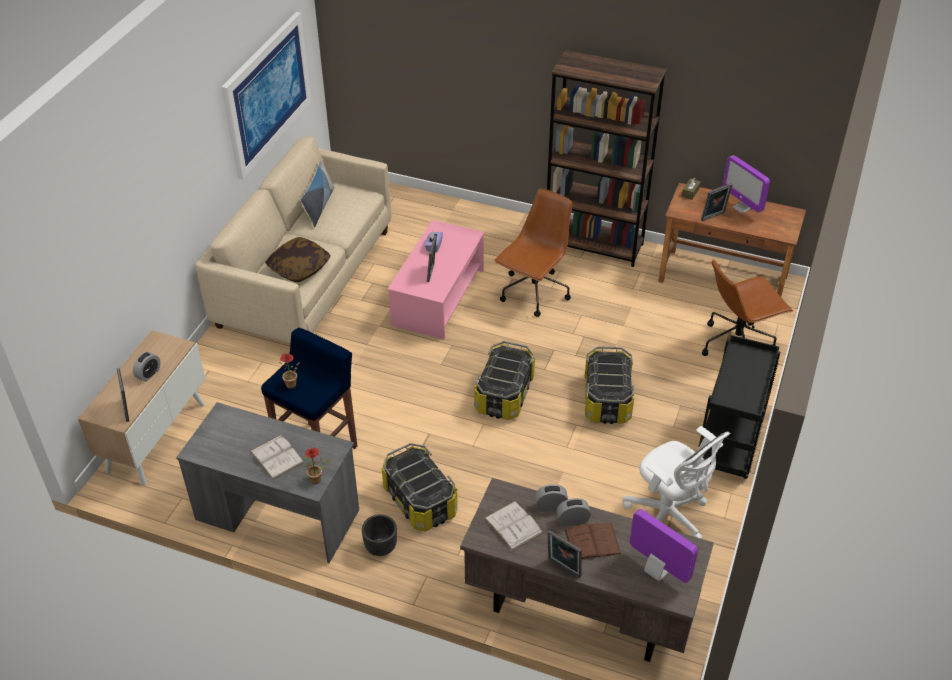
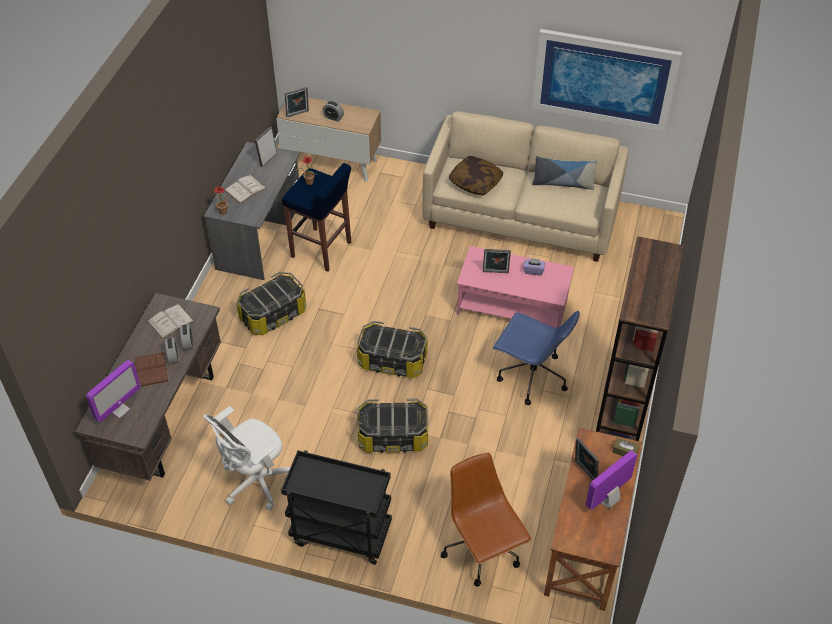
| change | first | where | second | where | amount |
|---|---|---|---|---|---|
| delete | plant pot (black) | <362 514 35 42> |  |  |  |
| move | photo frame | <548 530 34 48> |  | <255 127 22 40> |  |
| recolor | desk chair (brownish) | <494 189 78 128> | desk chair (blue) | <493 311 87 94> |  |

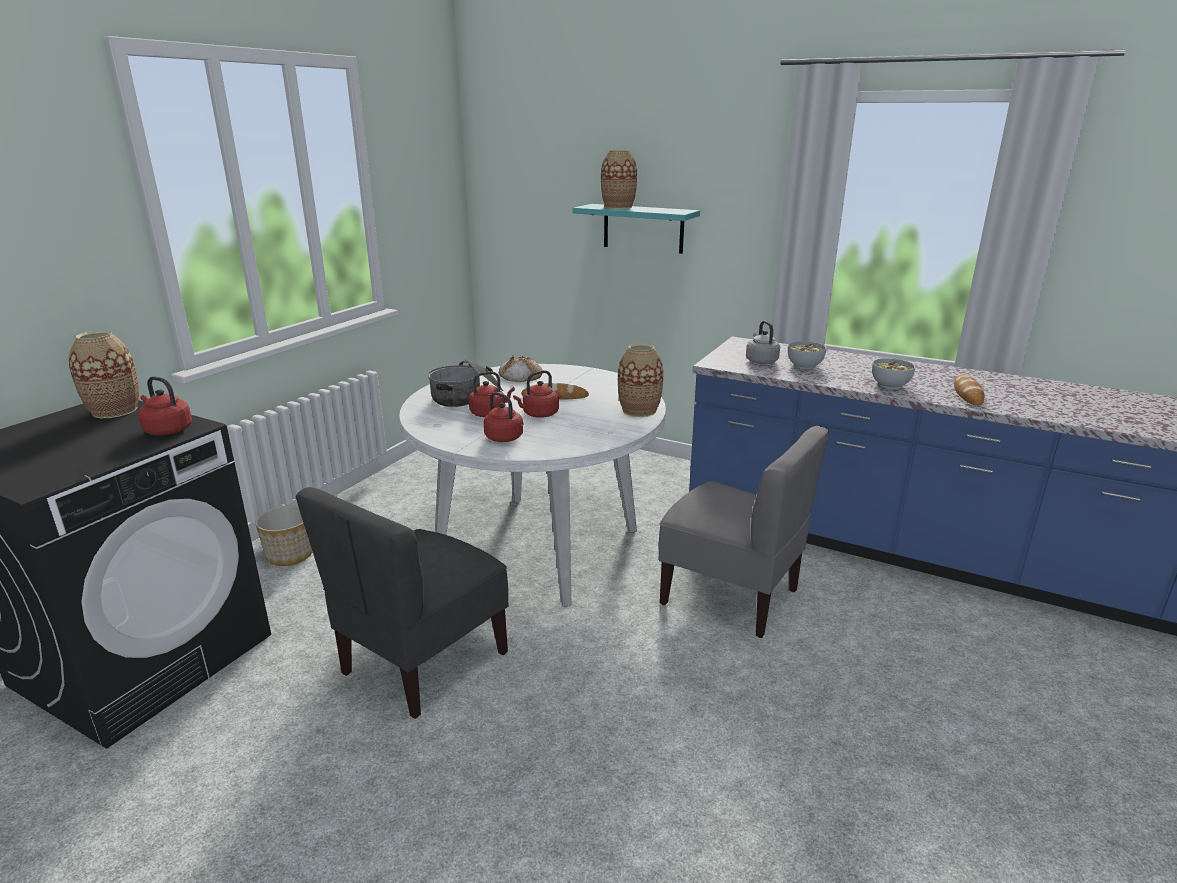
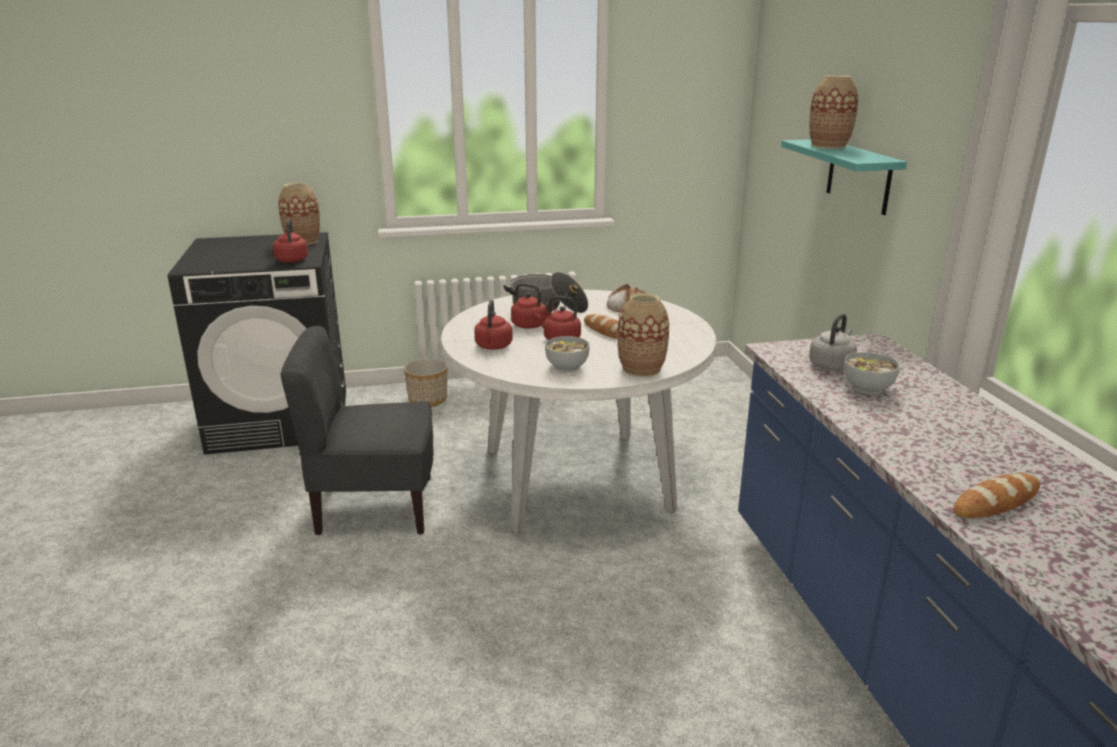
| change | first | where | second | where | amount |
|---|---|---|---|---|---|
| delete | plain chair (gray) | <659 426 170 212> |  |  |  |
| move | serving bowl | <872 358 43 31> |  | <545 336 45 36> |  |

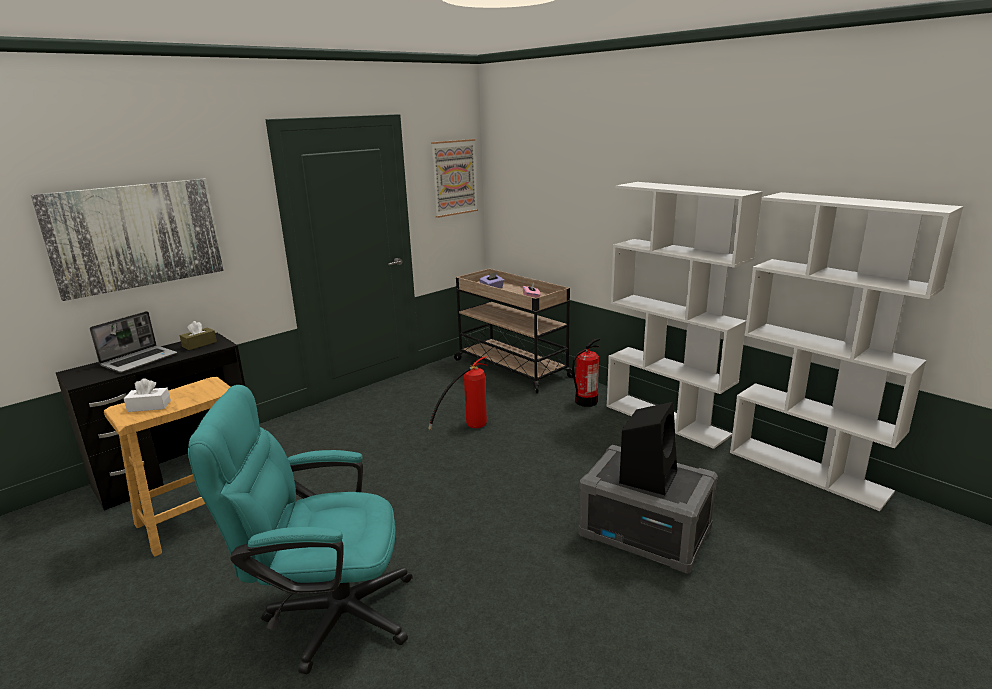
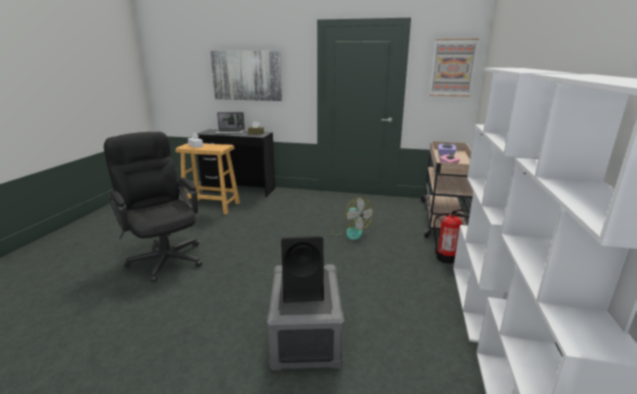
| change | first | where | second | where | amount |
|---|---|---|---|---|---|
| replace | fire extinguisher | <428 356 59 74> | electric fan | <332 197 41 43> |  |
| recolor | desk chair (blue-green) | <188 385 225 290> | desk chair (black) | <104 132 98 150> |  |

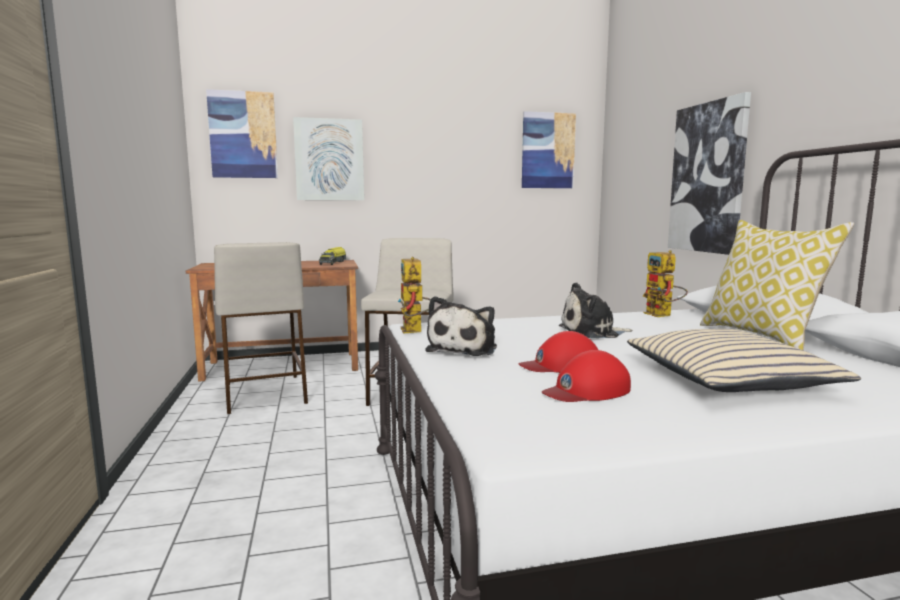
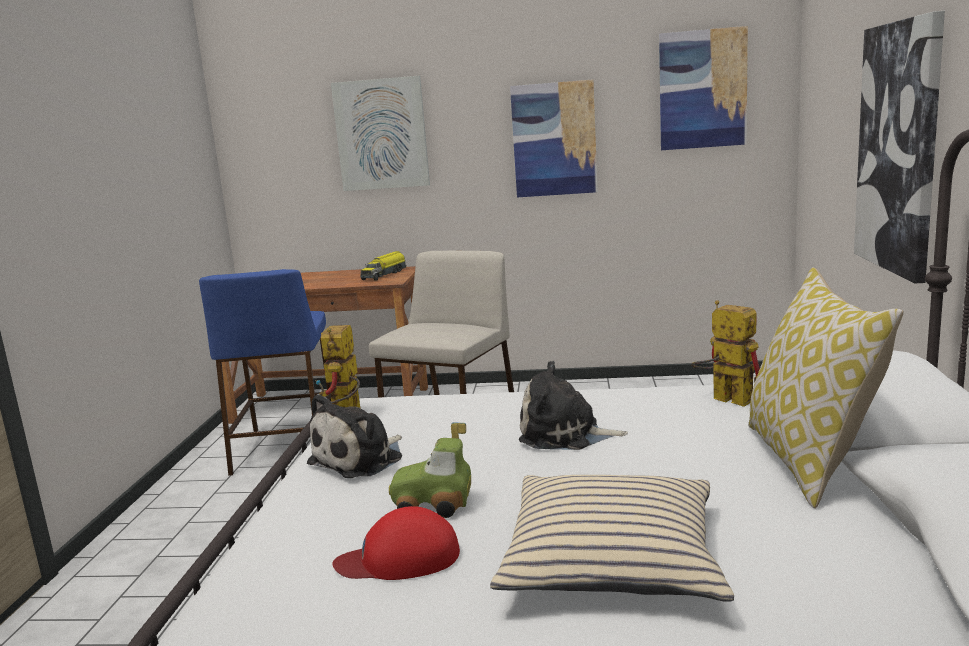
| change | first | where | second | where | amount |
|---|---|---|---|---|---|
| move | wall picture | <206 89 72 89> |  | <510 79 88 118> |  |
| replace | baseball cap (reddish) | <519 331 79 42> | miniature car | <389 422 82 96> |  |
| recolor | stool seat (beige-coloured) | <214 242 94 172> | stool seat (blue) | <199 269 132 207> |  |
| rotate | model robot | <643 250 45 67> |  | <691 300 69 107> | 135 degrees clockwise |

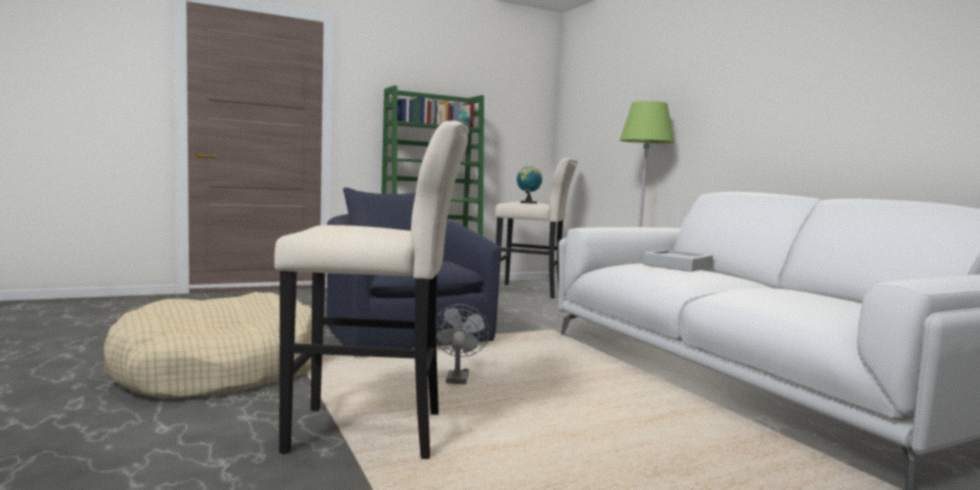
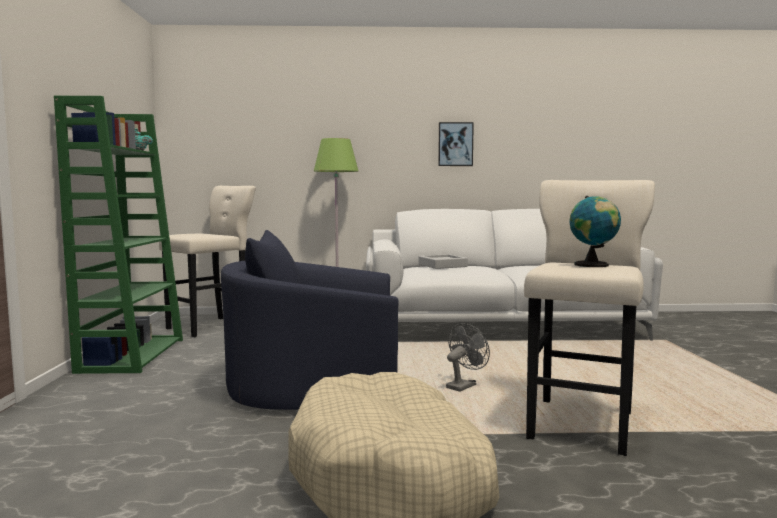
| change | first | where | second | where | amount |
|---|---|---|---|---|---|
| insert |  |  | wall picture | <438 122 36 44> |  |
| move | world globe | <517 166 25 38> |  | <569 196 52 71> |  |
| rotate | electric fan (gray) | <436 304 54 80> |  | <446 323 44 69> | 105 degrees clockwise |

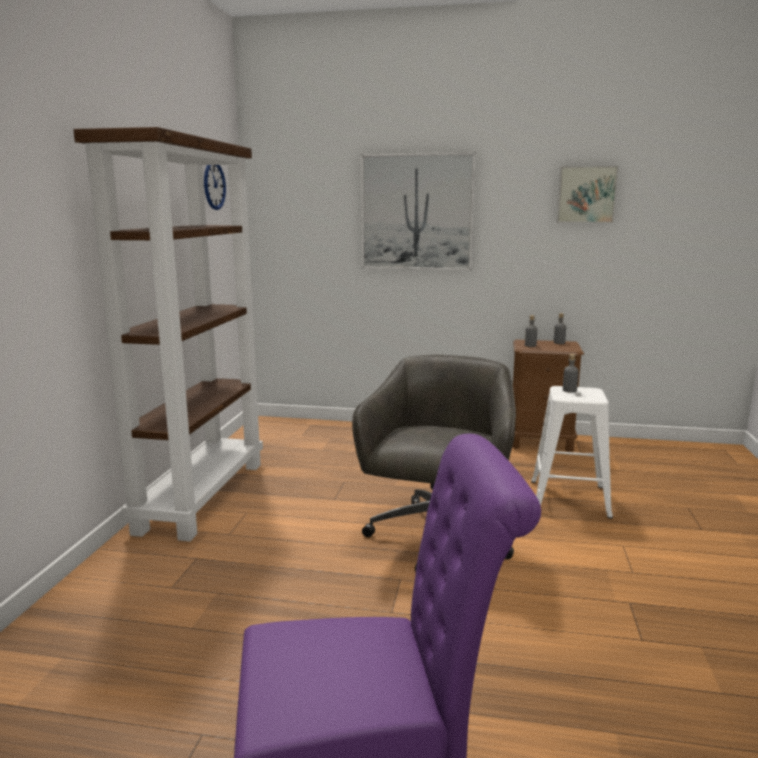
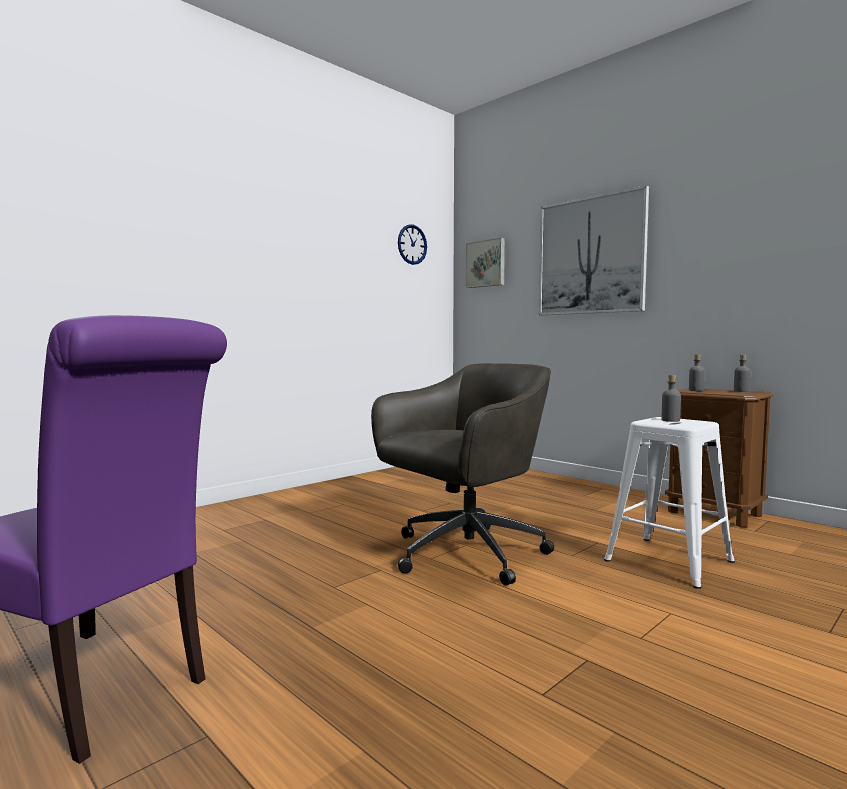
| change | first | where | second | where | amount |
|---|---|---|---|---|---|
| delete | bookshelf (brownish) | <74 127 189 415> |  |  |  |
| move | wall picture | <556 166 63 57> |  | <466 238 39 50> |  |

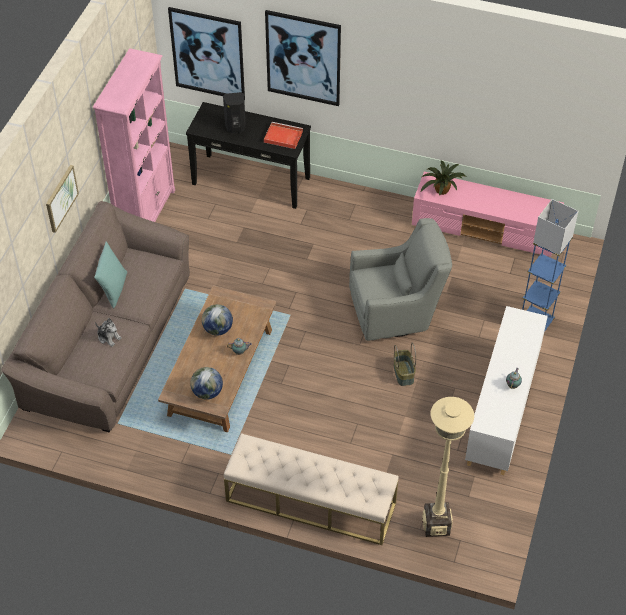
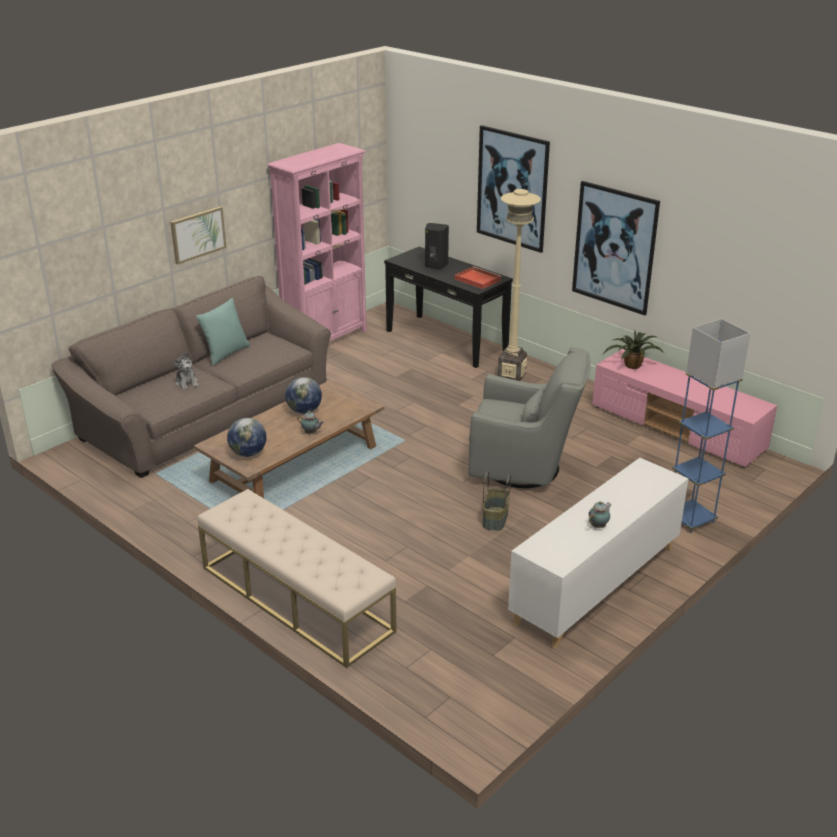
| change | first | where | second | where | amount |
|---|---|---|---|---|---|
| move | wall picture | <168 7 77 93> |  | <572 181 88 134> |  |
| move | standard lamp (beige-coloured) | <422 397 52 140> |  | <498 189 43 192> |  |

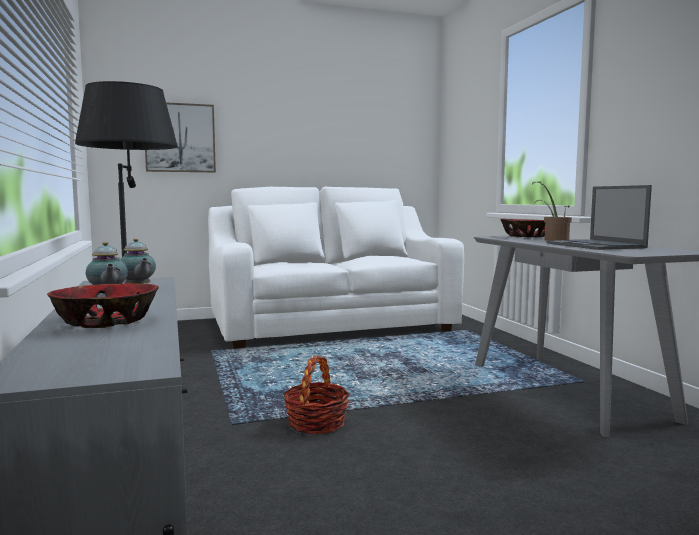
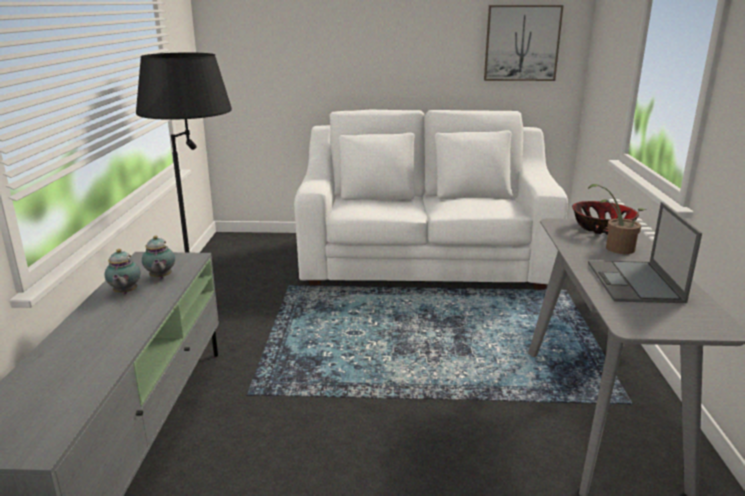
| change | first | where | second | where | amount |
|---|---|---|---|---|---|
| delete | serving bowl | <47 283 112 45> |  |  |  |
| delete | basket | <283 355 67 79> |  |  |  |
| move | wall picture | <145 102 71 70> |  | <484 5 79 76> |  |

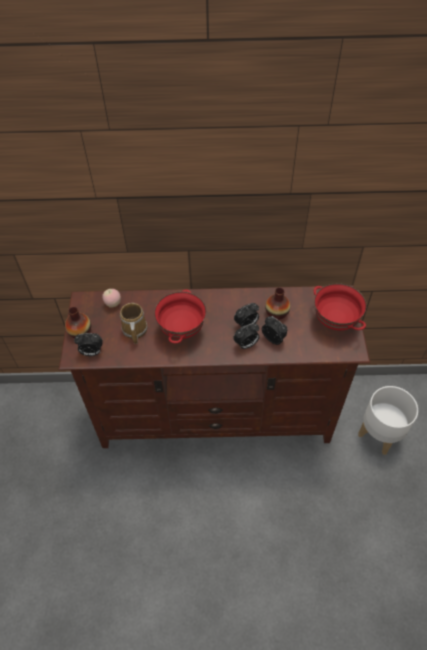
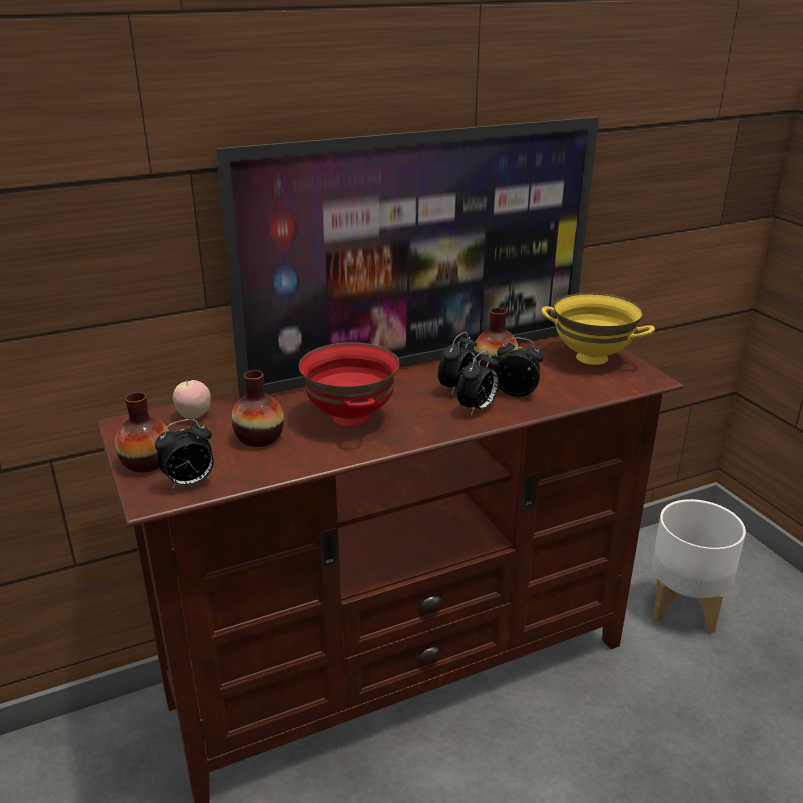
| change | first | where | second | where | amount |
|---|---|---|---|---|---|
| insert |  |  | TV set | <216 117 383 282> |  |
| replace | mug | <120 303 27 41> | flower vase | <231 370 53 77> |  |
| recolor | serving bowl (reddish) | <314 283 53 47> | serving bowl (yellowish) | <541 293 114 72> |  |

